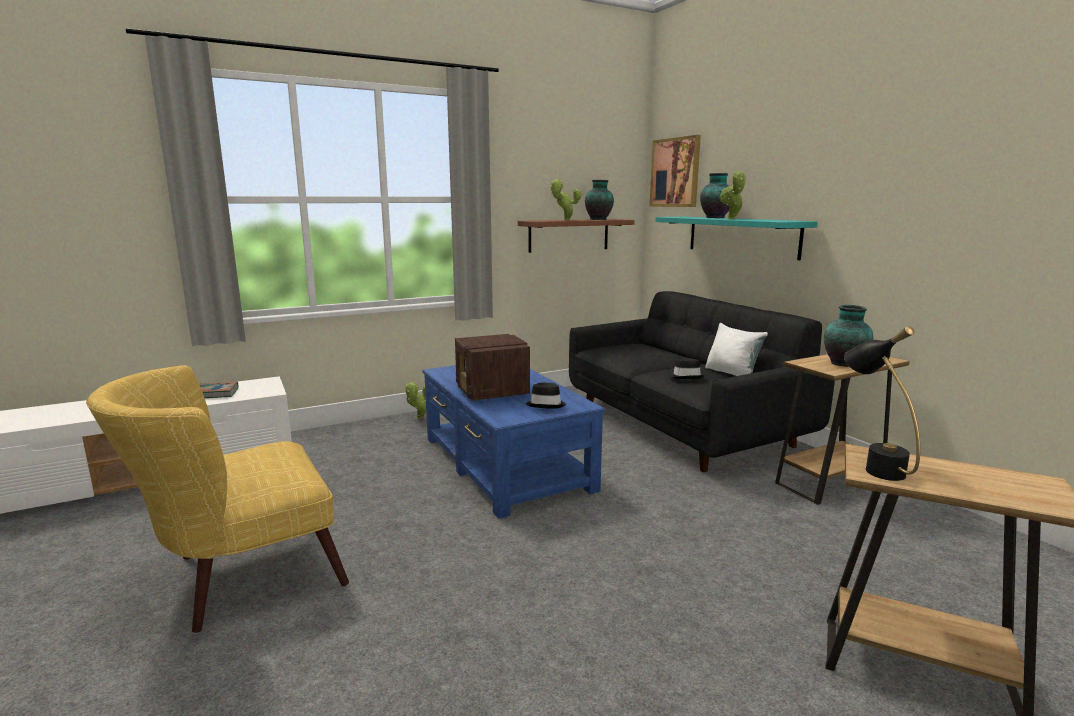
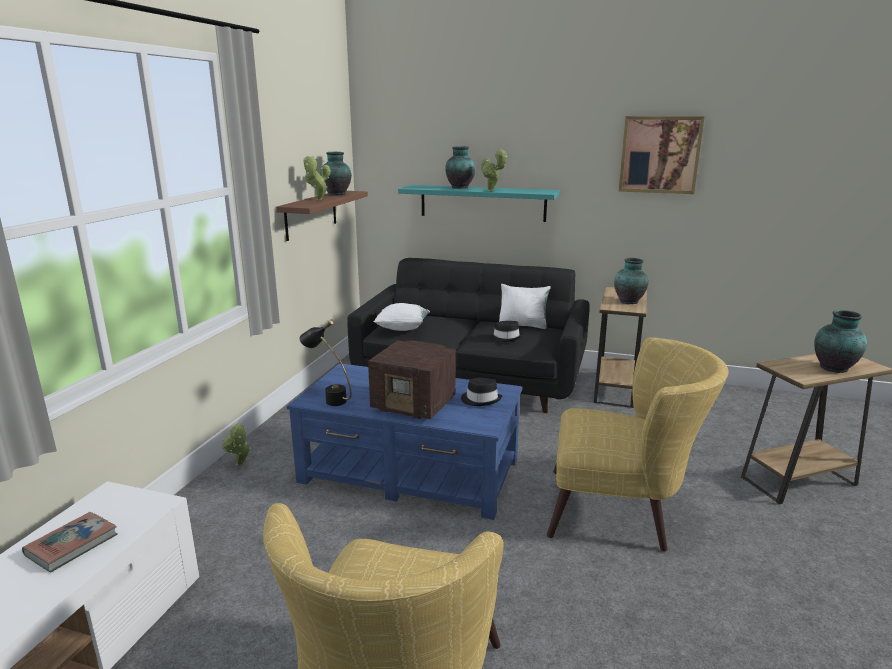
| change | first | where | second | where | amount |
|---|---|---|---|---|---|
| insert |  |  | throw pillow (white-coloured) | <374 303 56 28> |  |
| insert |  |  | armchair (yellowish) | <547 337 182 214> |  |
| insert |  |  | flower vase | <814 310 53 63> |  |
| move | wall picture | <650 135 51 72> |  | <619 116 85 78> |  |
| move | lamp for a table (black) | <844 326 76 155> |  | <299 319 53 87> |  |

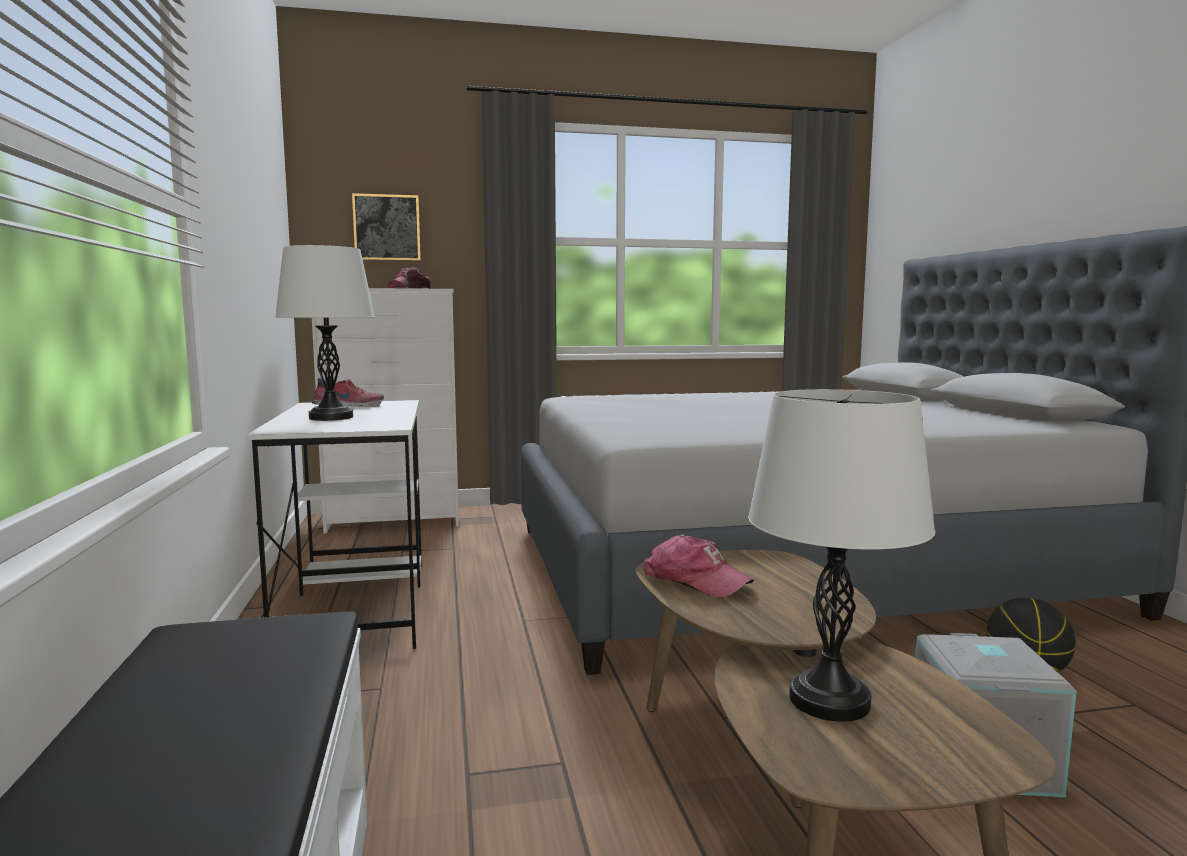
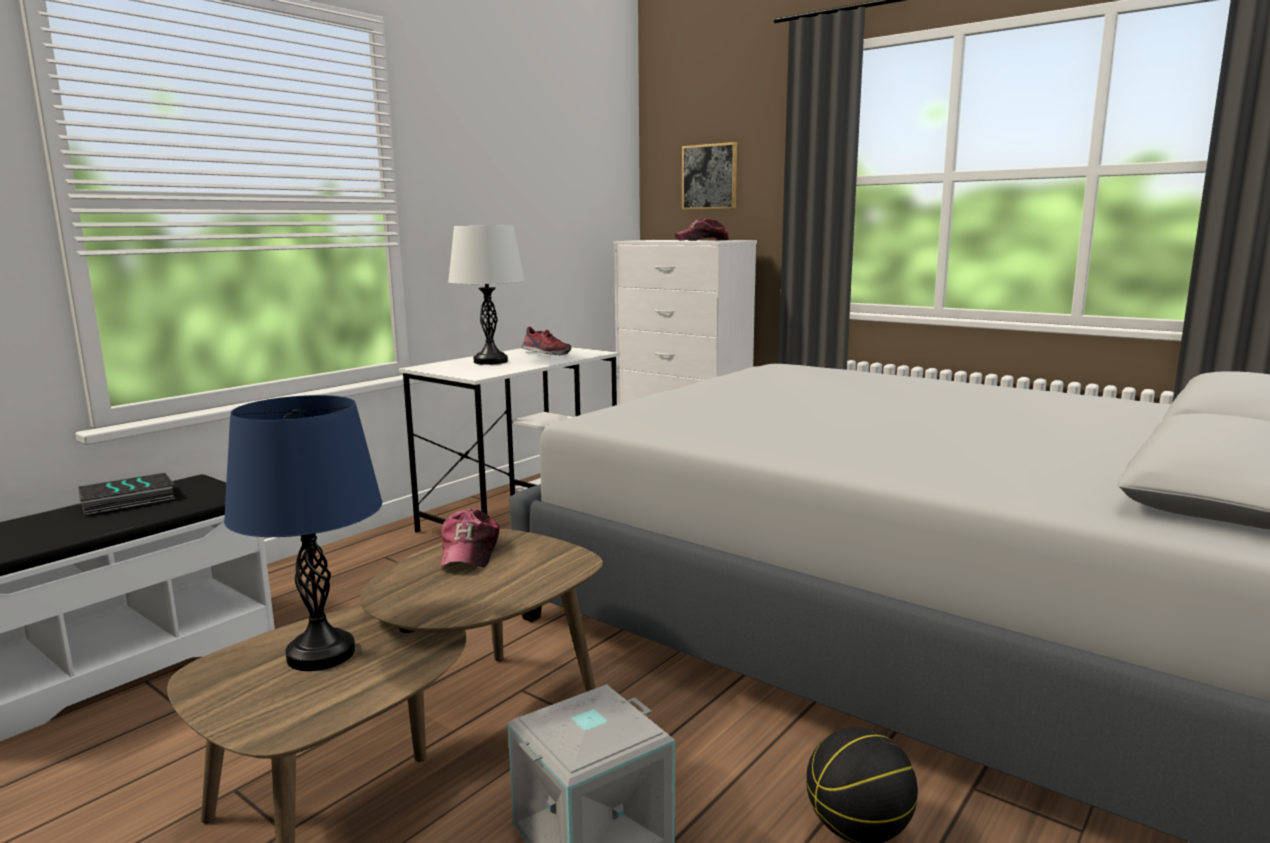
| change | first | where | second | where | amount |
|---|---|---|---|---|---|
| insert |  |  | bound book | <78 473 97 42> |  |
| recolor | lamp for a table (white-coloured) | <748 389 187 333> | lamp for a table (blue) | <224 395 159 276> |  |

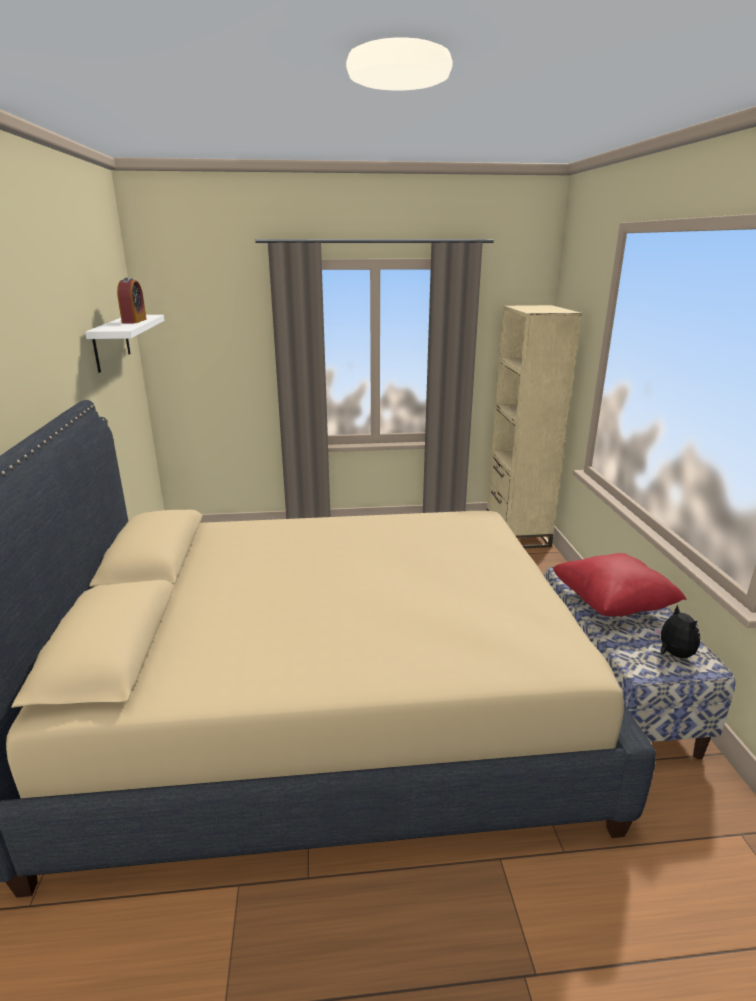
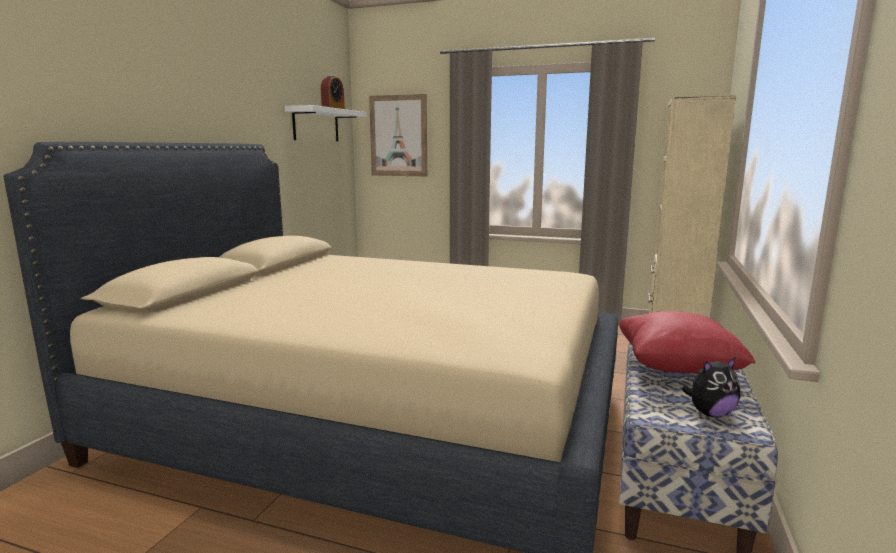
| change | first | where | second | where | amount |
|---|---|---|---|---|---|
| insert |  |  | wall picture | <369 94 58 82> |  |
| rotate | cuddly toy | <654 604 46 54> |  | <682 357 58 60> | 60 degrees clockwise |

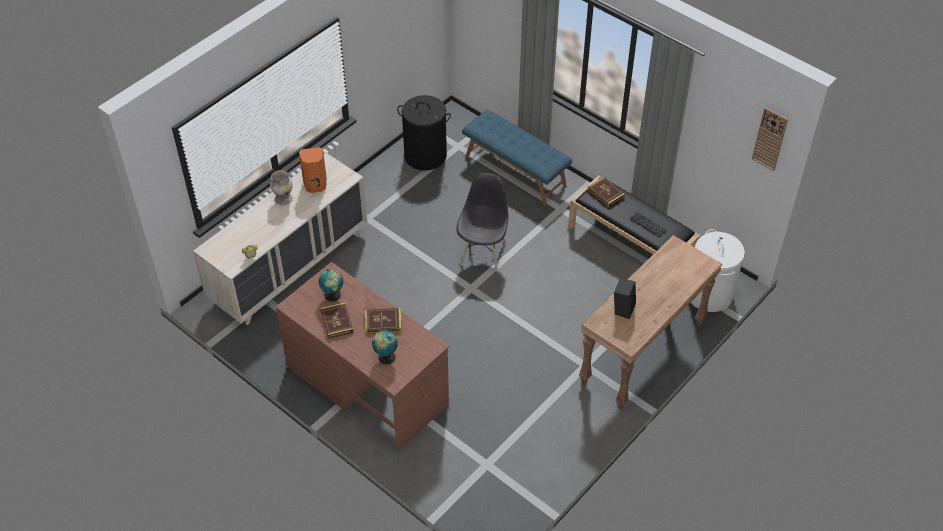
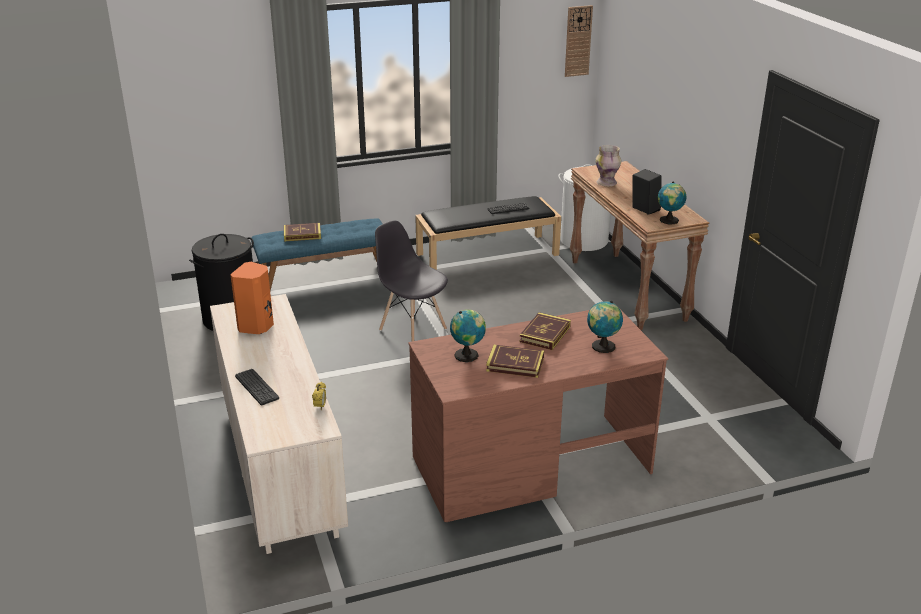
| change | first | where | second | where | amount |
|---|---|---|---|---|---|
| insert |  |  | computer keyboard | <235 369 44 37> |  |
| insert |  |  | world globe | <658 181 29 43> |  |
| move | flower vase | <270 170 23 36> |  | <596 145 25 41> |  |
| move | bound book | <587 177 38 31> |  | <284 223 37 19> |  |

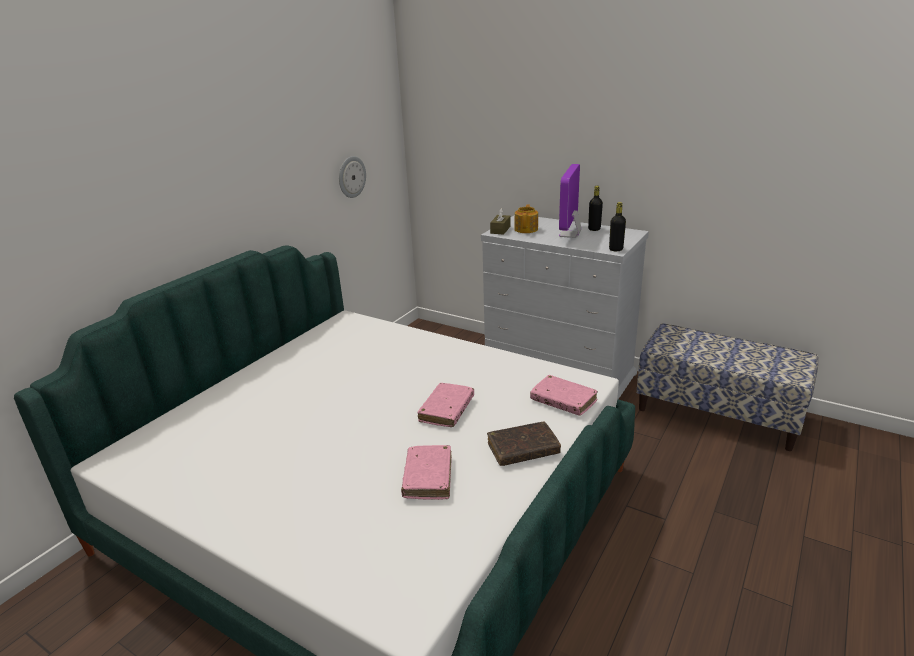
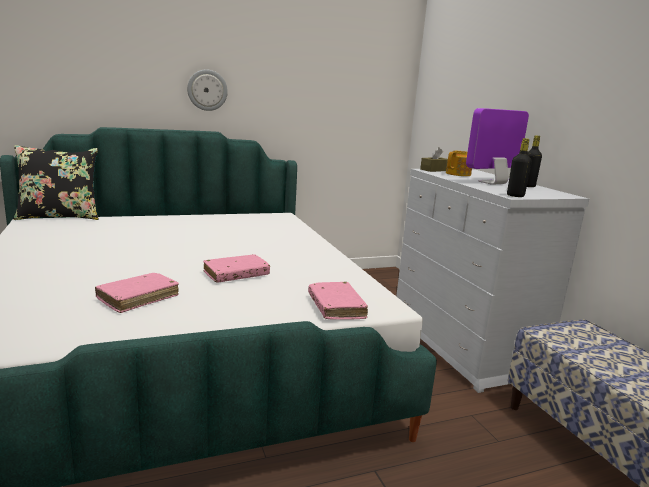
| change | first | where | second | where | amount |
|---|---|---|---|---|---|
| delete | bound book (brownish) | <487 421 74 45> |  |  |  |
| insert |  |  | throw pillow (black) | <13 145 86 75> |  |
| move | clock on the wall | <339 156 27 42> |  | <187 69 41 42> |  |

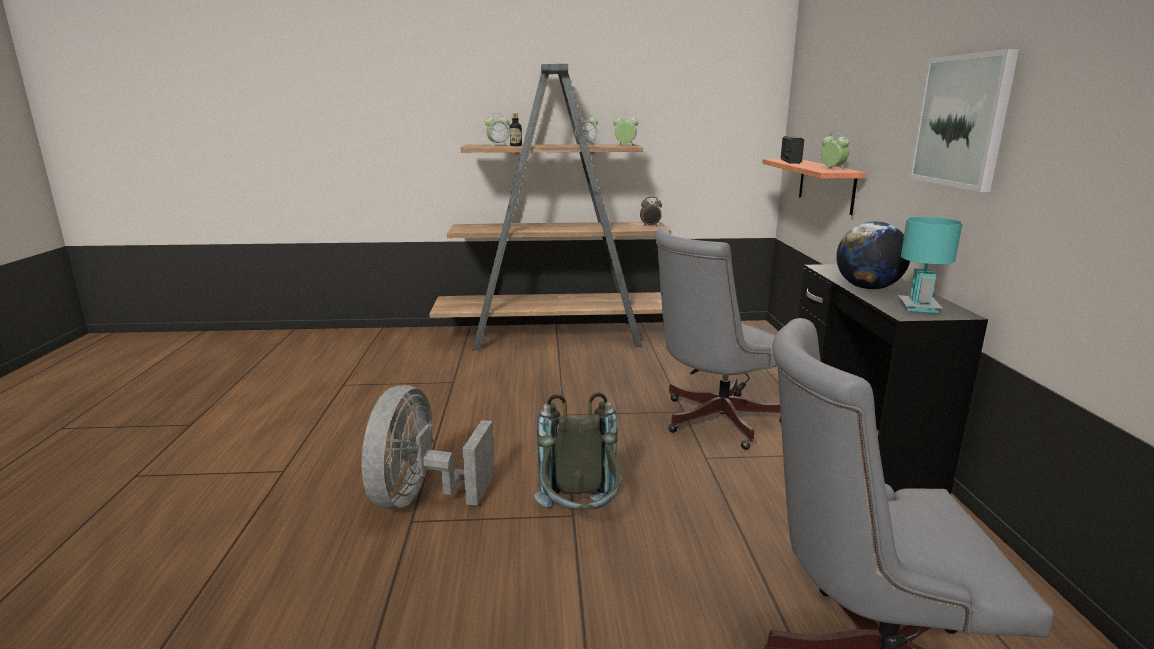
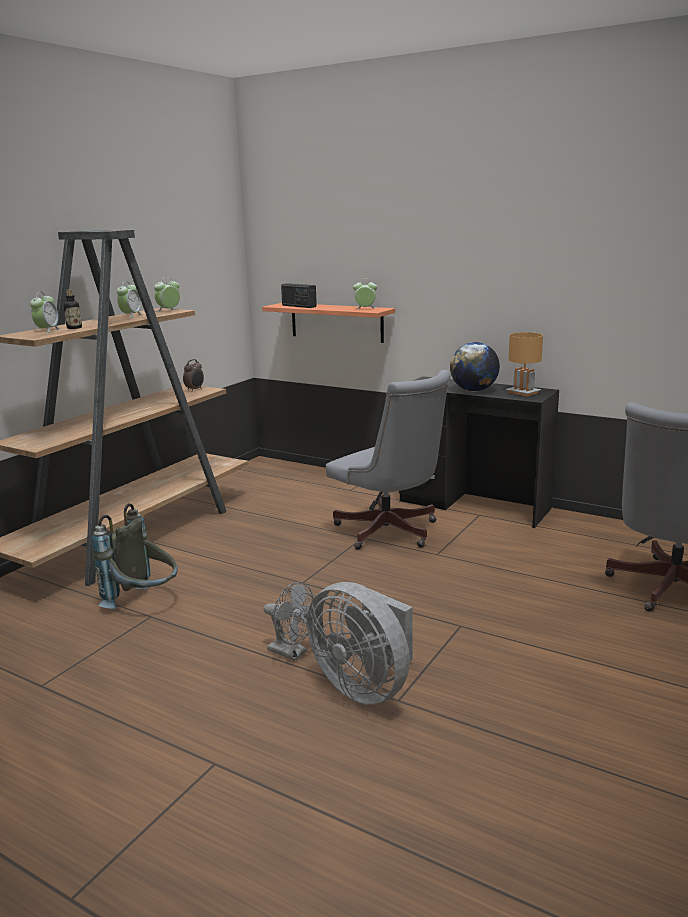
| change | first | where | second | where | amount |
|---|---|---|---|---|---|
| delete | wall picture | <909 49 110 143> |  |  |  |
| insert |  |  | electric fan (gray) | <264 582 50 79> |  |
| move | rucksack (gray) | <534 393 87 117> |  | <91 503 86 106> |  |
| recolor | lamp for a table (blue-green) | <898 217 65 96> | lamp for a table (brownish) | <506 332 37 64> |  |
| rotate | desk chair (gray) | <654 228 127 222> |  | <326 370 125 180> | 45 degrees counterclockwise |

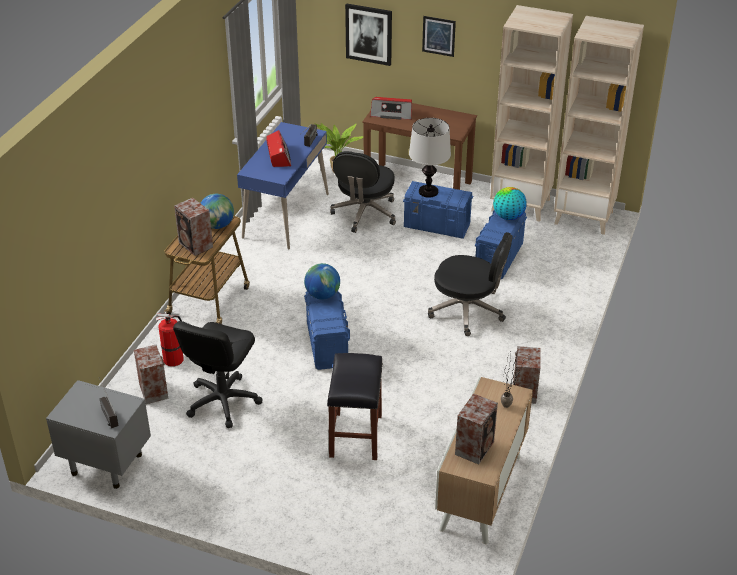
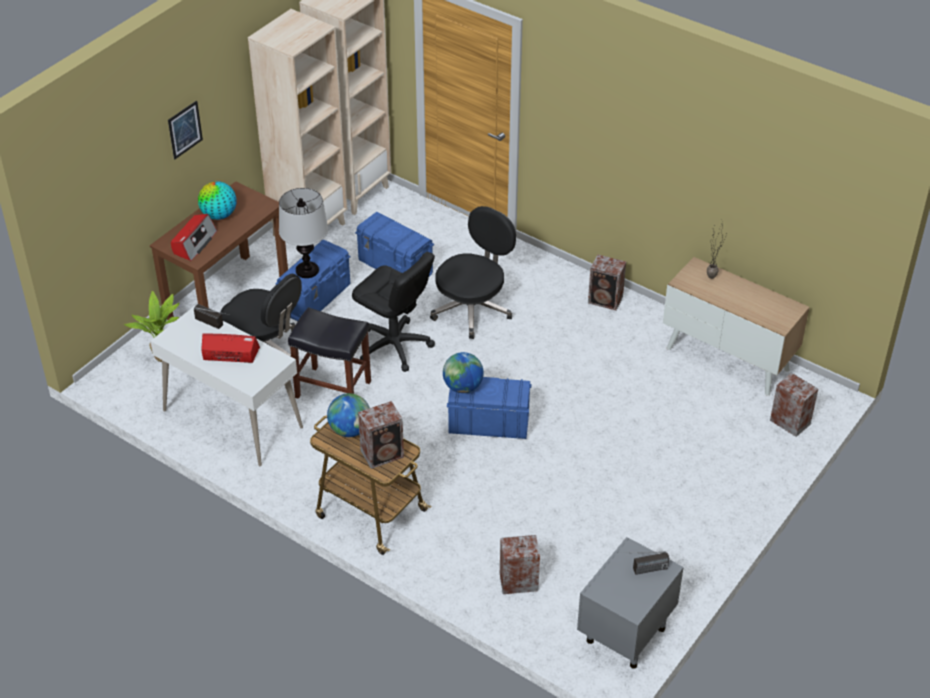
| change | first | where | second | where | amount |
|---|---|---|---|---|---|
| delete | fire extinguisher | <156 313 28 54> |  |  |  |
| delete | wall picture | <345 4 47 62> |  |  |  |
| move | desk chair (black) | <173 321 90 107> |  | <352 252 83 120> |  |
| move | stool seat (black) | <327 353 56 107> |  | <288 307 83 92> |  |
| move | audio speaker | <455 393 43 71> |  | <770 373 48 64> |  |
| move | world globe | <493 187 34 33> |  | <198 181 39 39> |  |
| recolor | desk unit (blue) | <237 122 92 127> | desk unit (white-coloured) | <150 306 153 160> |  |

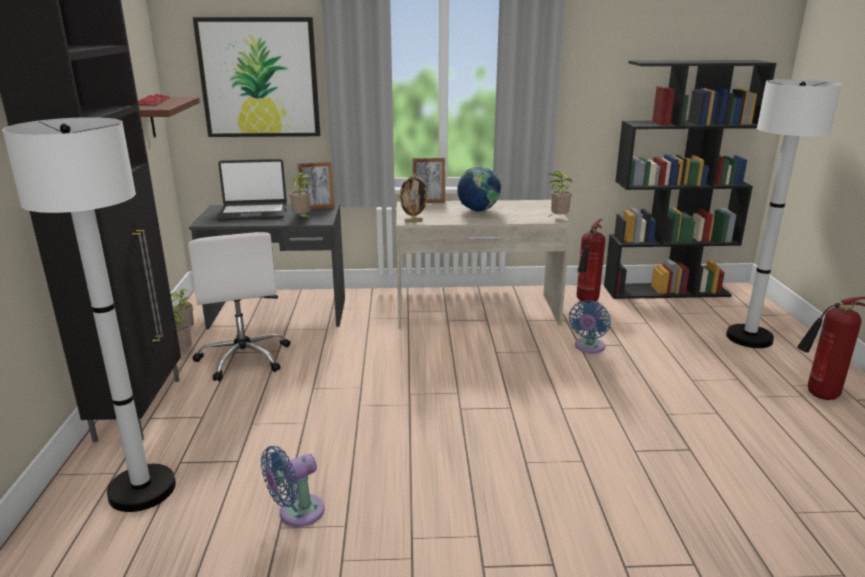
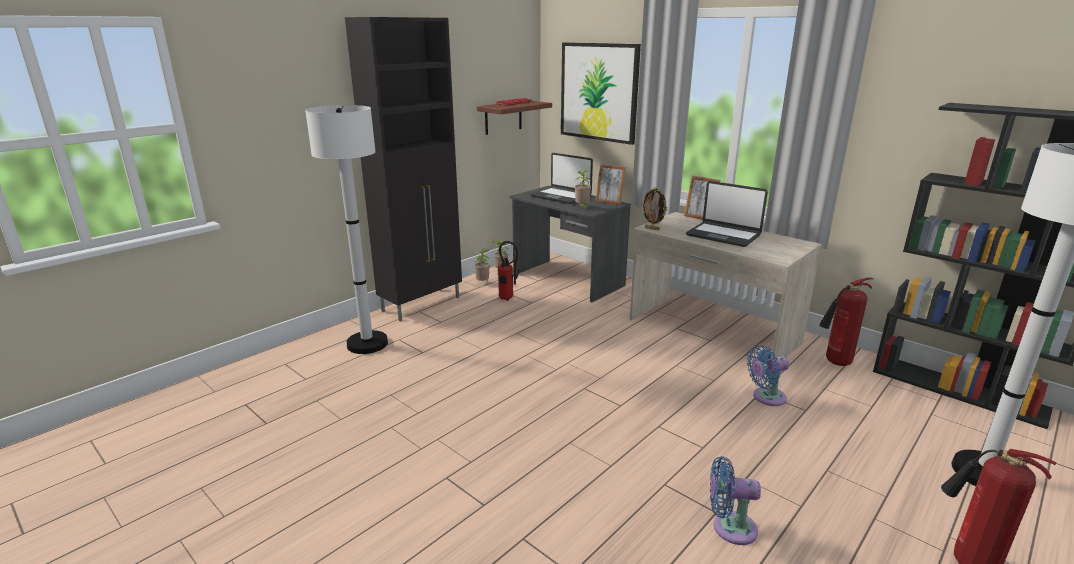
| change | first | where | second | where | amount |
|---|---|---|---|---|---|
| delete | plant in a pot | <547 171 25 47> |  |  |  |
| move | electric fan (blue) | <261 446 63 81> |  | <710 456 51 89> |  |
| replace | desk chair (white-coloured) | <188 232 102 149> | fire extinguisher | <498 241 21 60> |  |
| replace | world globe | <457 167 44 45> | laptop | <686 181 82 66> |  |

